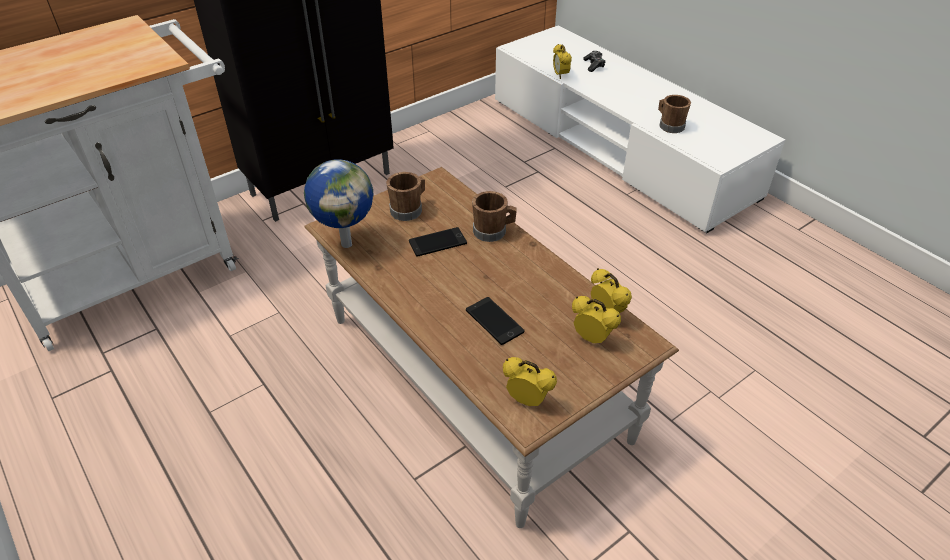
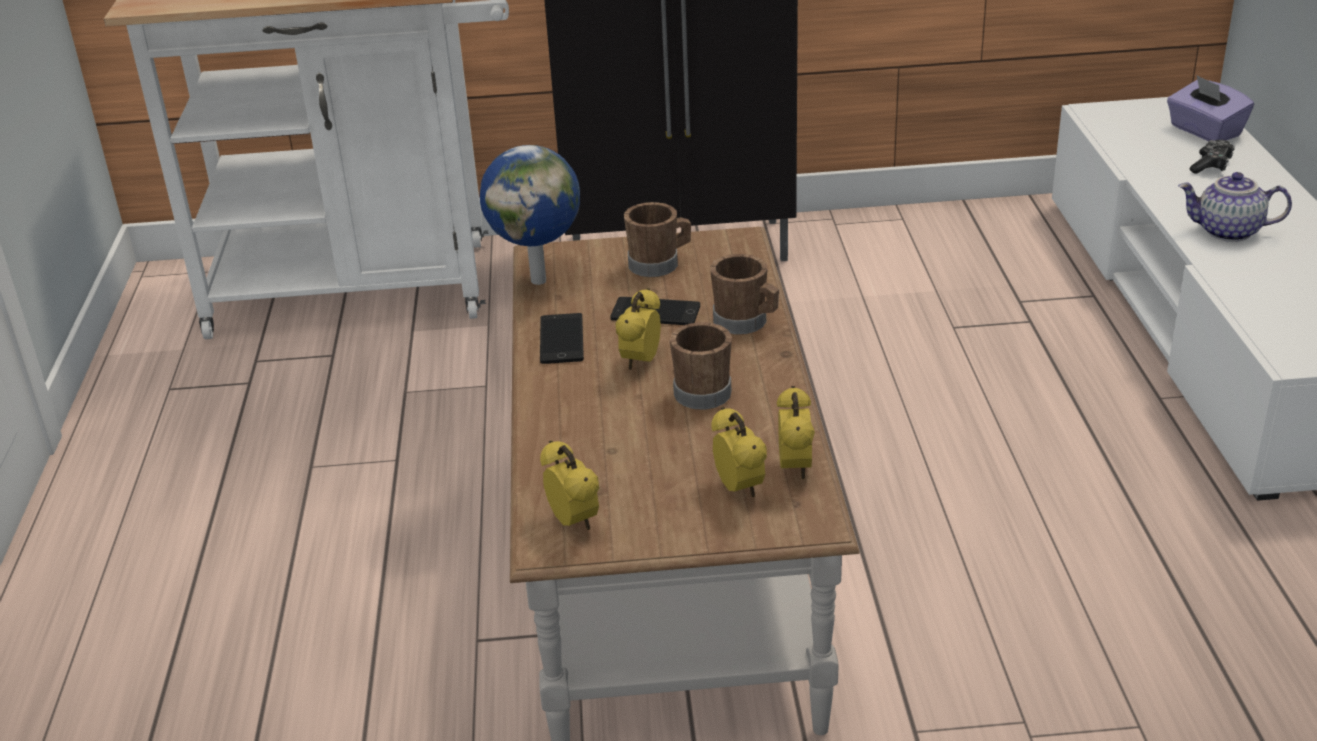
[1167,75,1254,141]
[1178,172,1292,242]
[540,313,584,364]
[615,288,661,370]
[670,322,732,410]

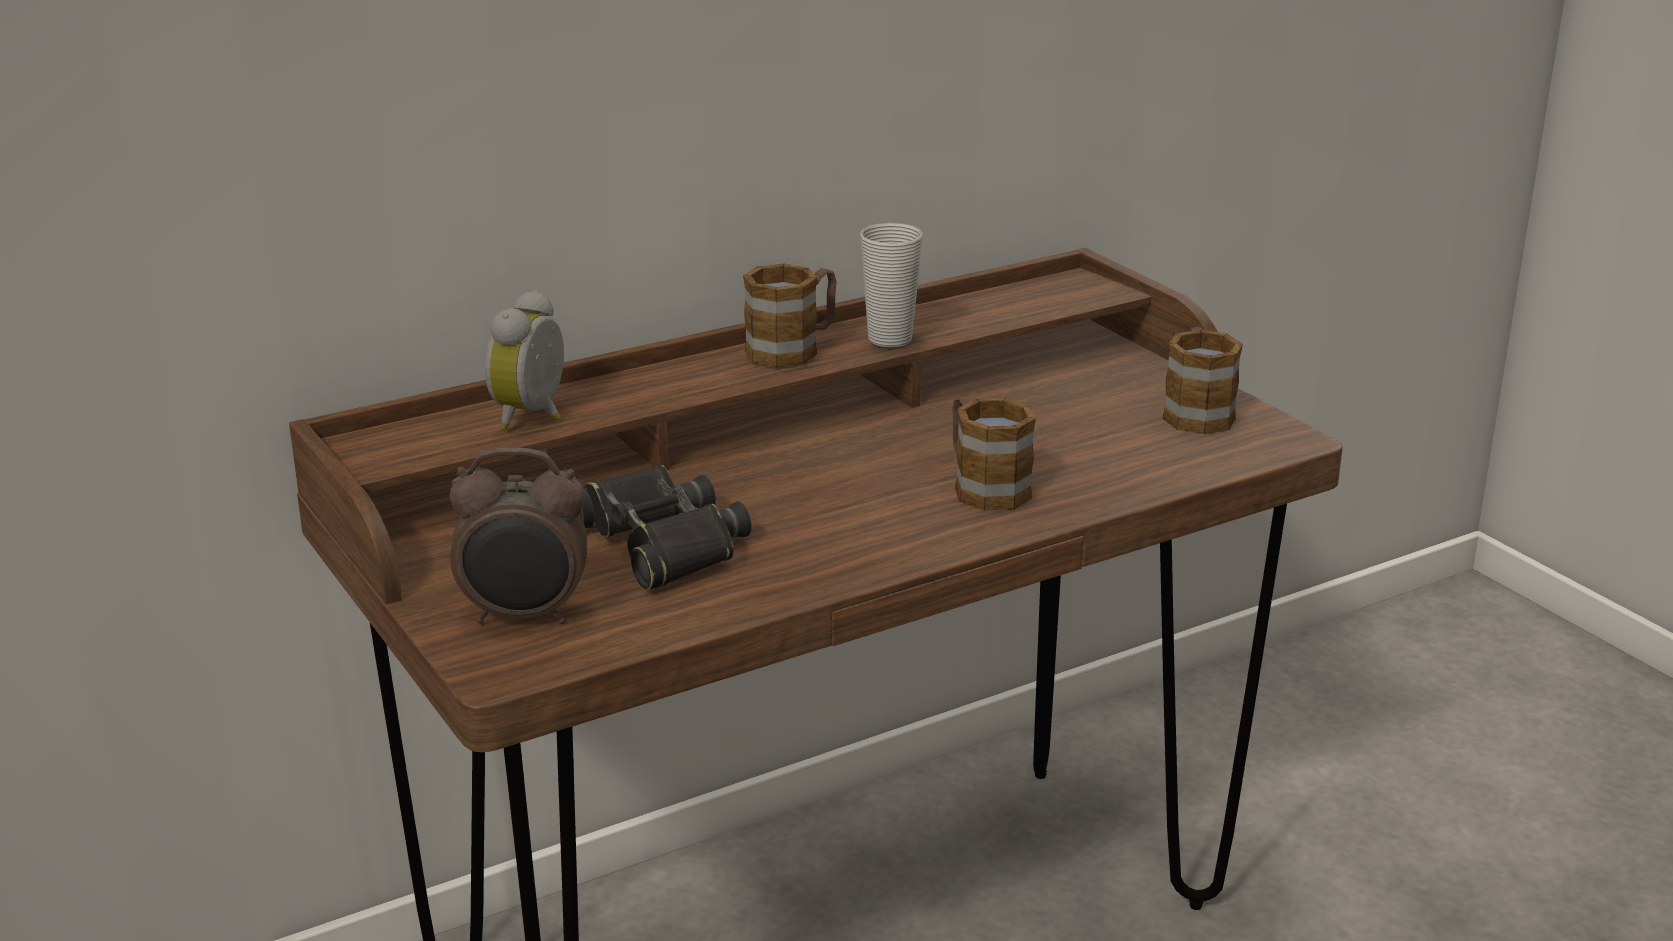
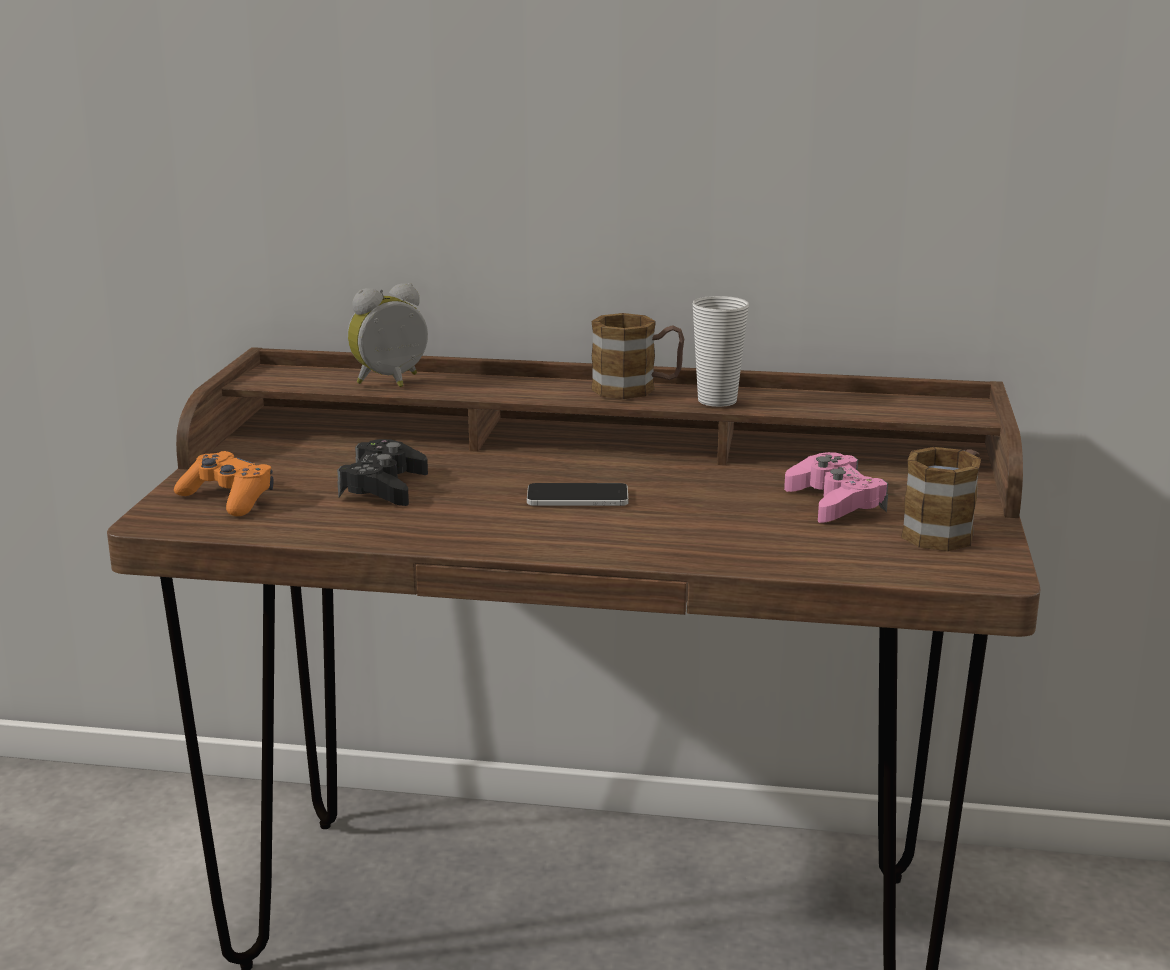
[952,396,1036,511] (first image)
[527,483,628,506]
[784,452,888,523]
[174,451,274,516]
[337,439,428,506]

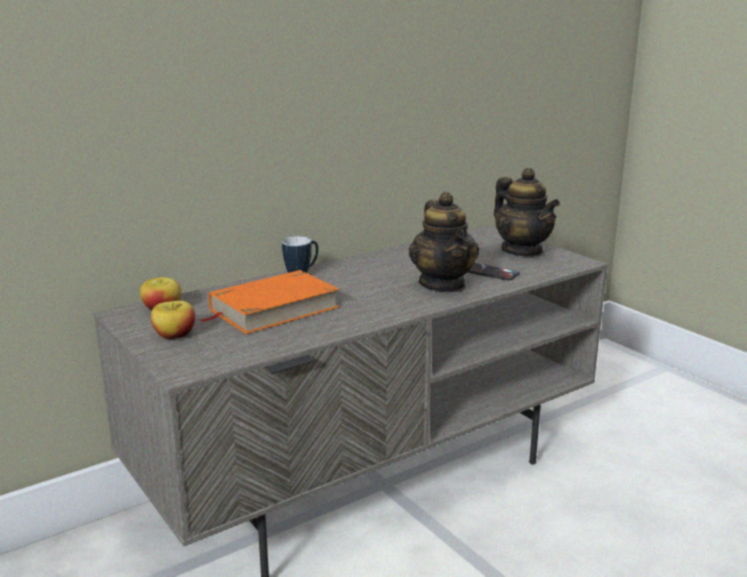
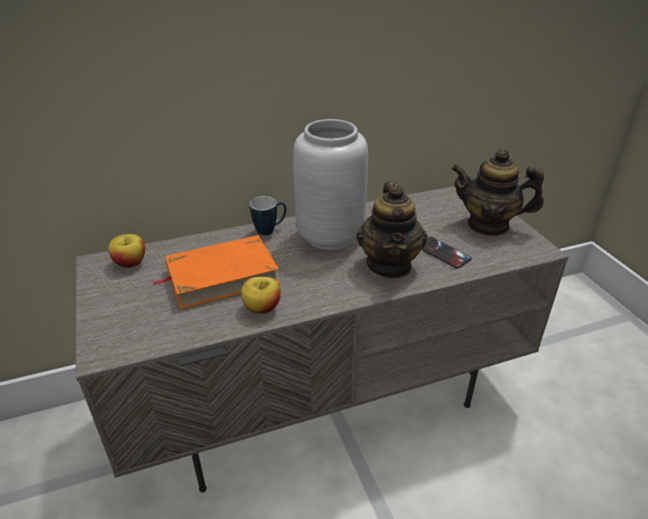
[293,119,368,250]
[241,276,281,313]
[451,149,544,236]

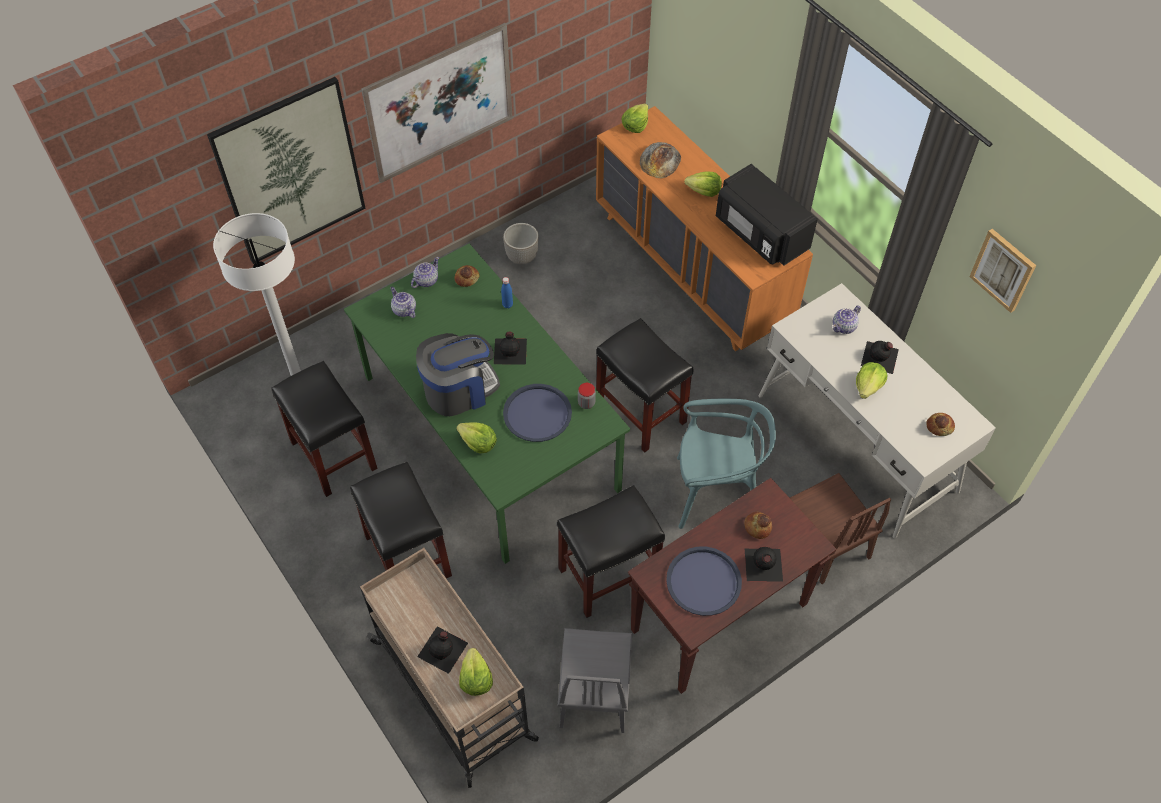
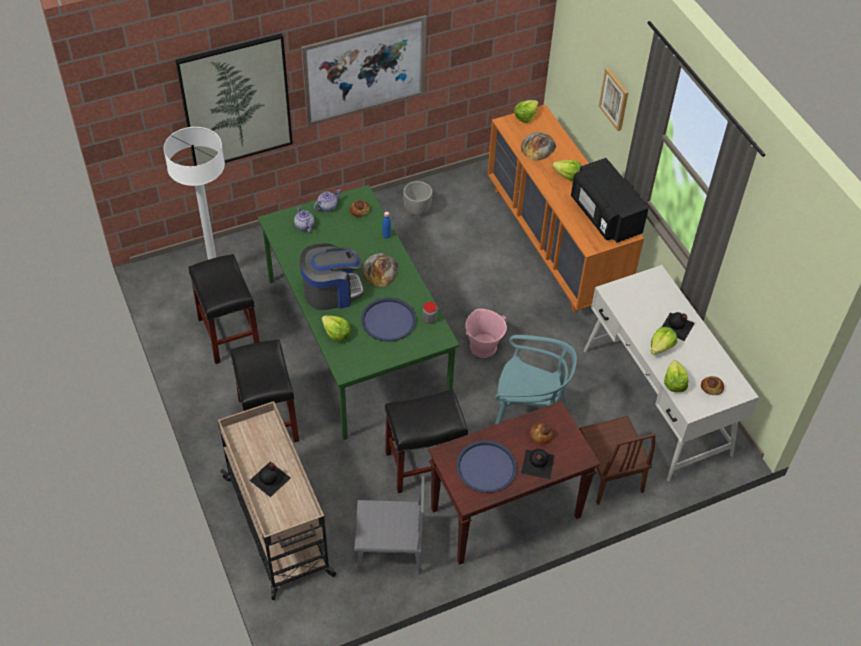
[833,306,861,334] (first image)
[664,360,689,392]
[599,68,629,131]
[362,253,398,287]
[465,309,507,358]
[354,476,425,575]

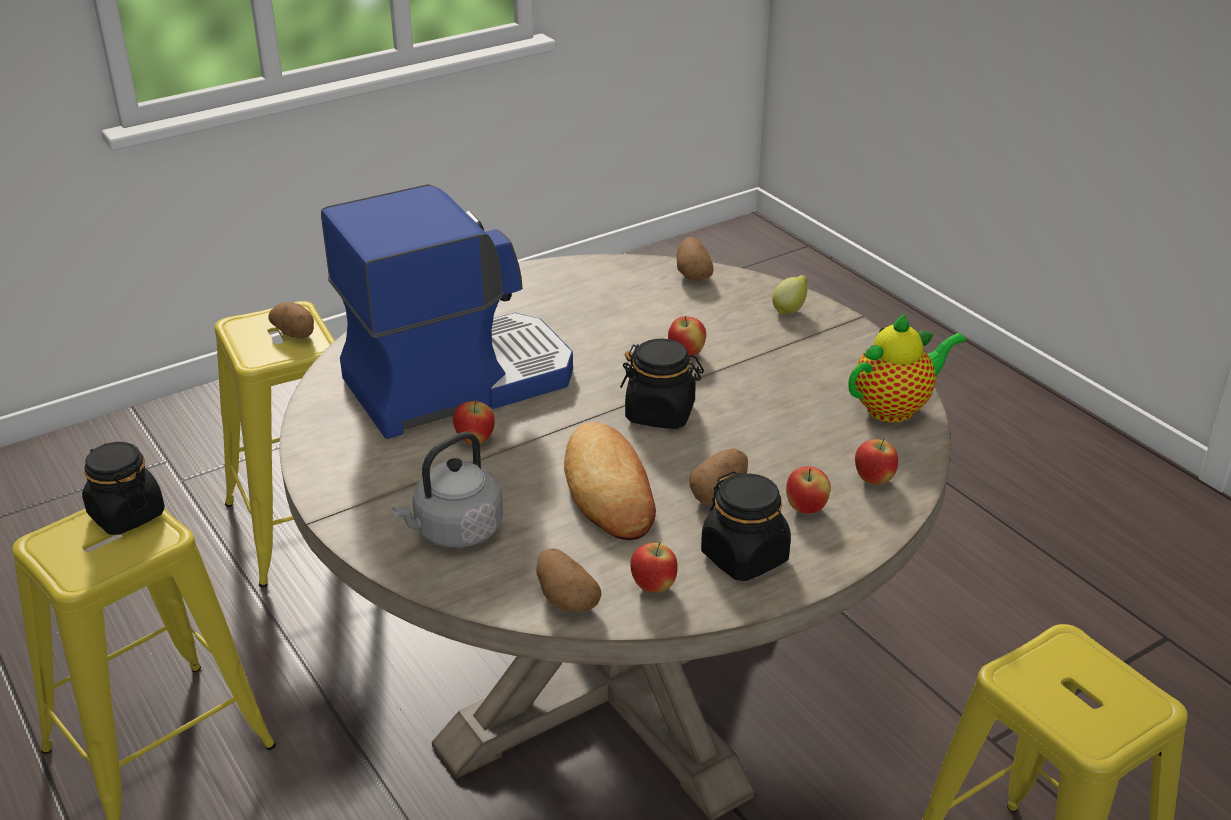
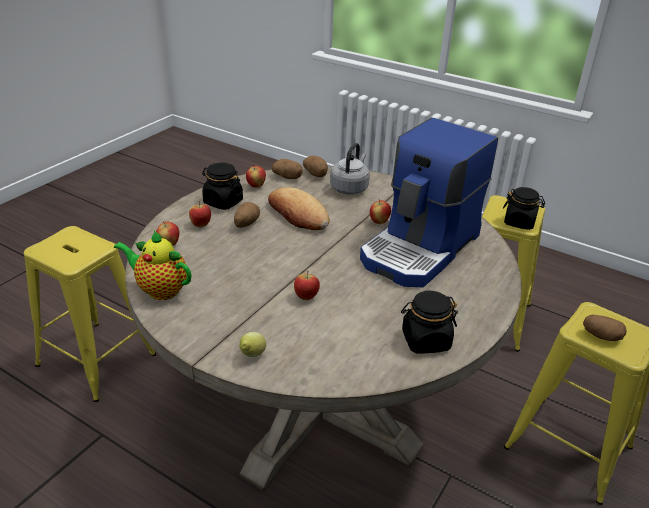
[401,290,458,354]
[303,156,328,177]
[114,231,191,300]

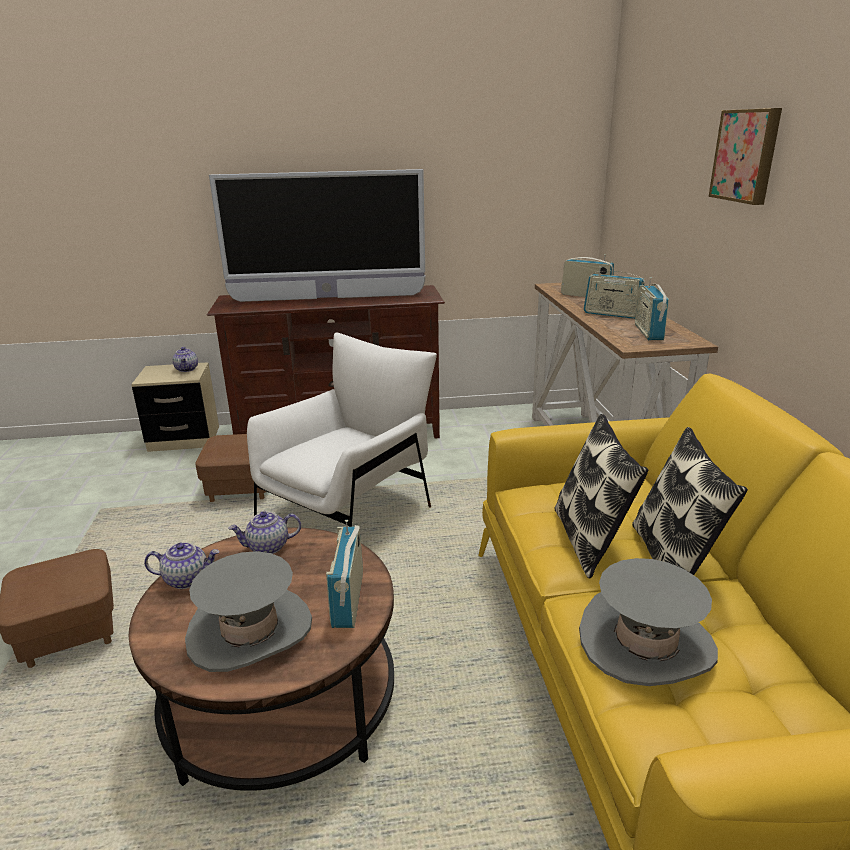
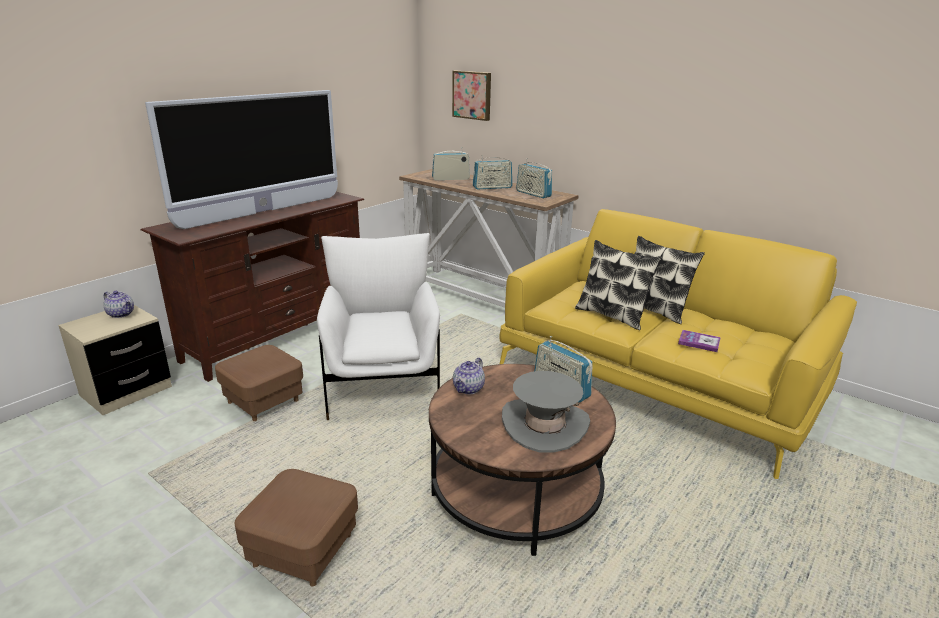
[144,542,220,589] (first image)
[452,71,491,121]
[678,330,721,352]

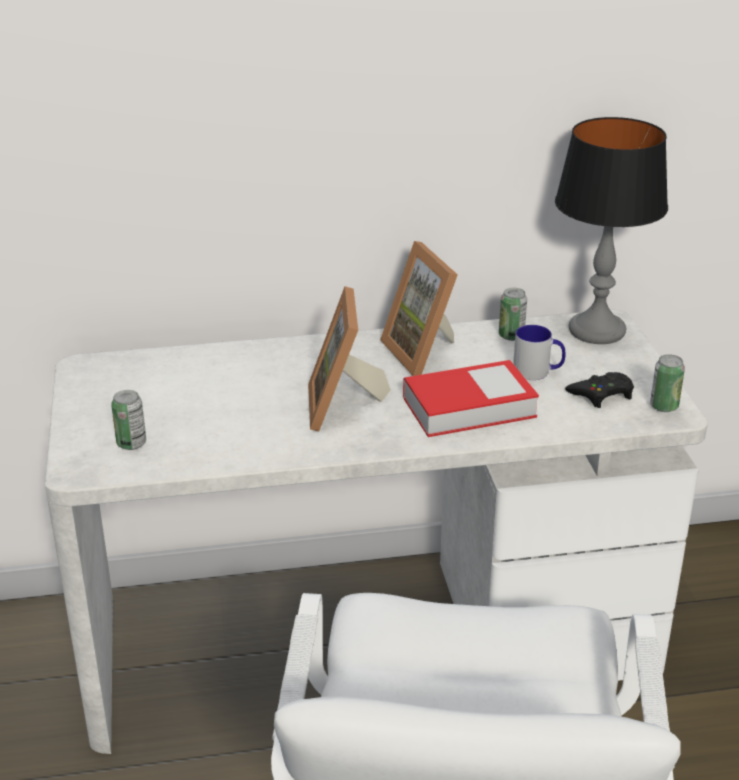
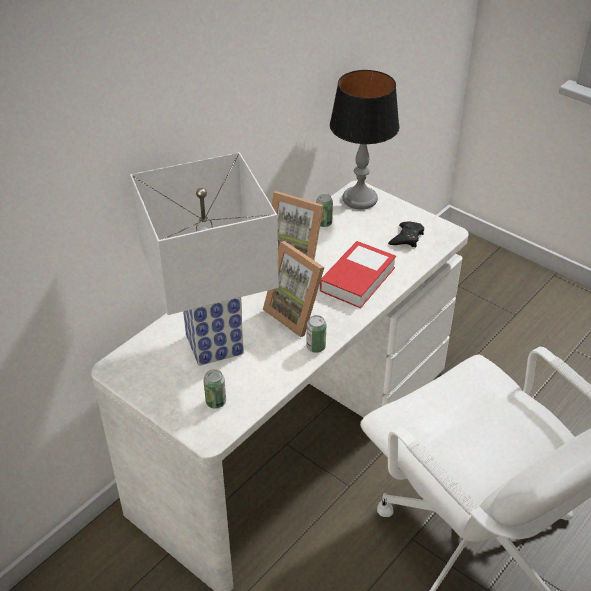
[513,325,565,380] (first image)
[130,152,279,366]
[306,315,326,353]

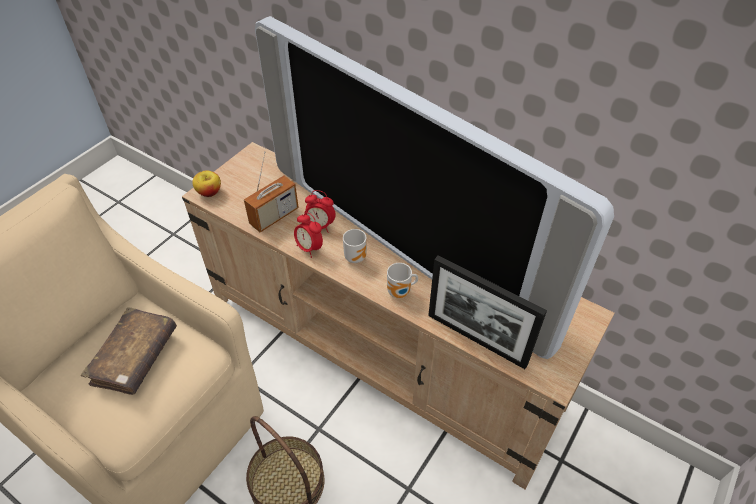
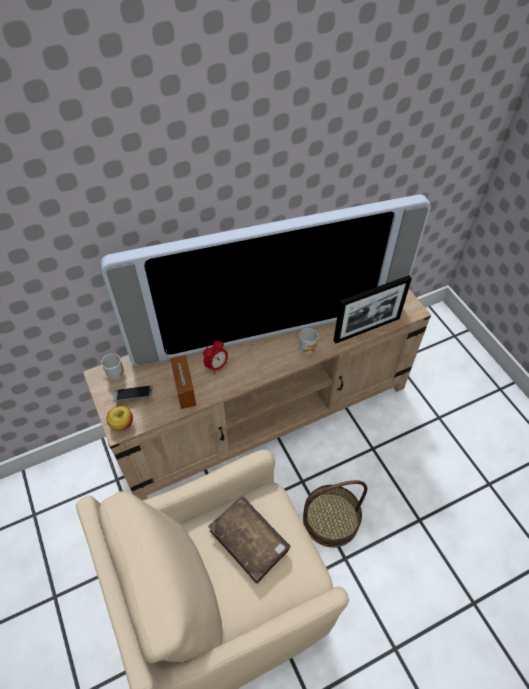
[294,212,323,258] (first image)
[113,385,153,402]
[101,354,124,380]

